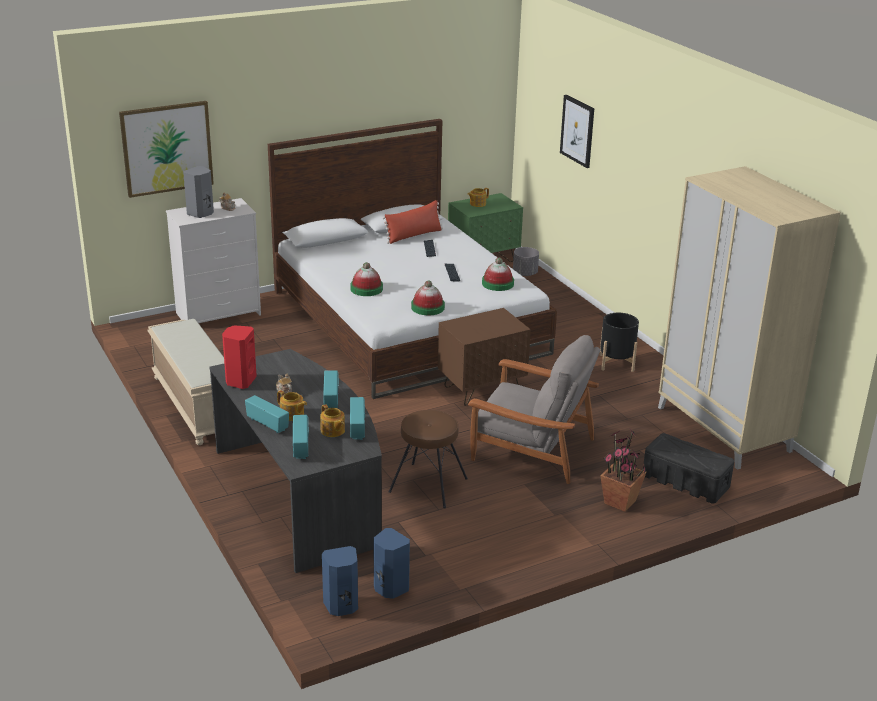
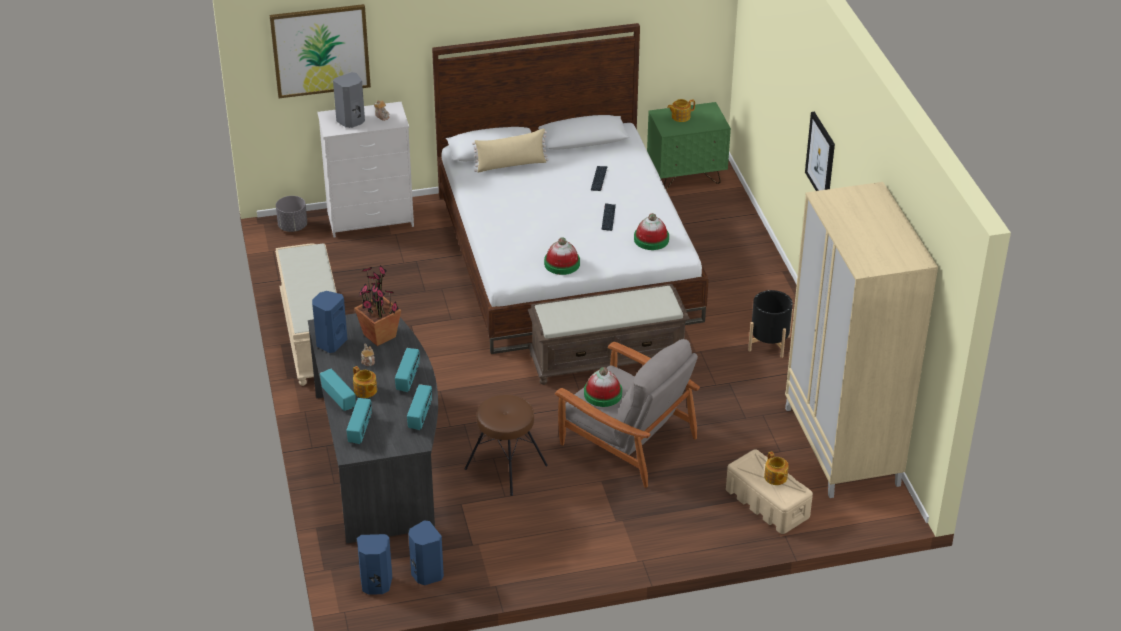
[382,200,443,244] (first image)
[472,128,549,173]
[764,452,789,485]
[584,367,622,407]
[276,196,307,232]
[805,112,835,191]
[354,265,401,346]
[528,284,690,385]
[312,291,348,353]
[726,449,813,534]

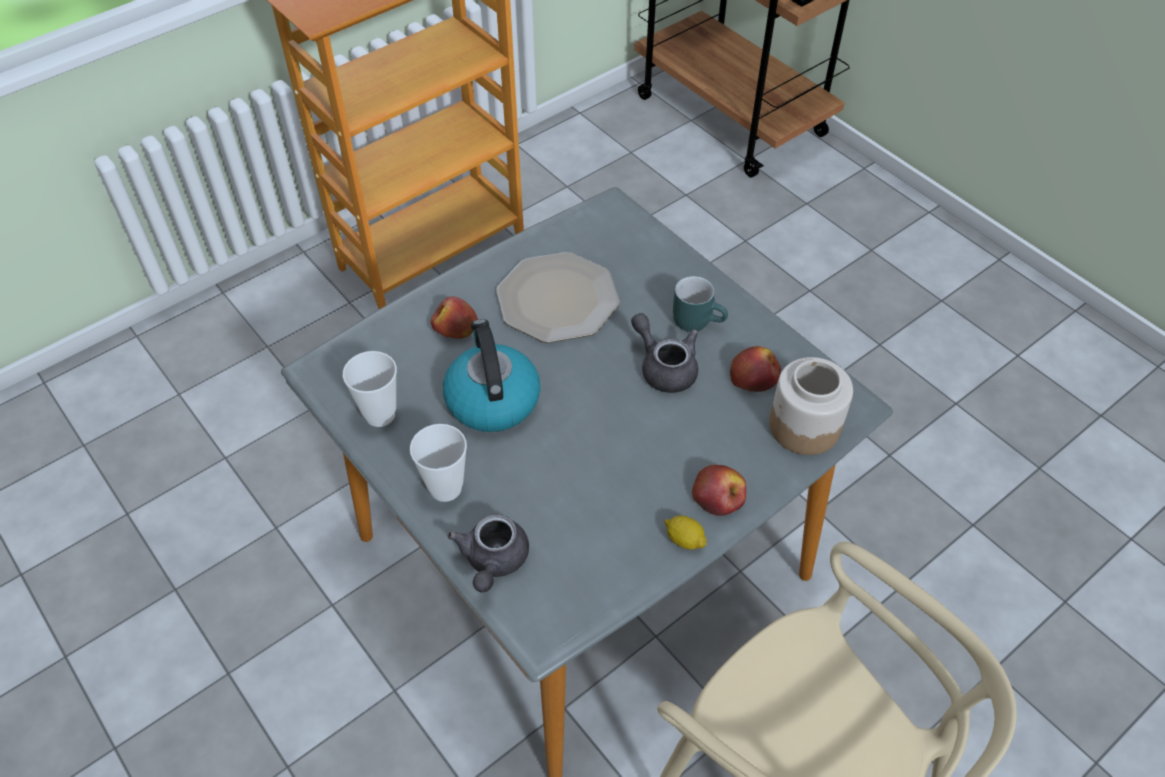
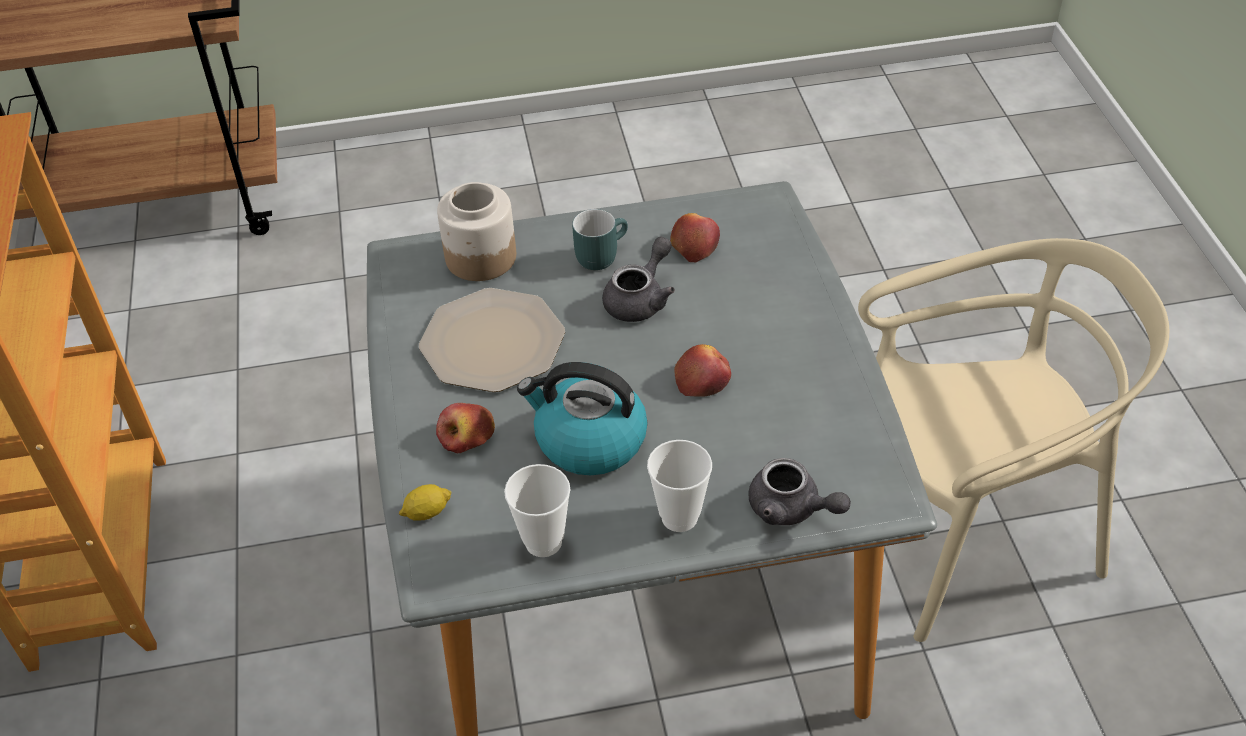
[399,484,452,521]
[674,344,731,397]
[437,182,516,281]
[602,236,675,322]

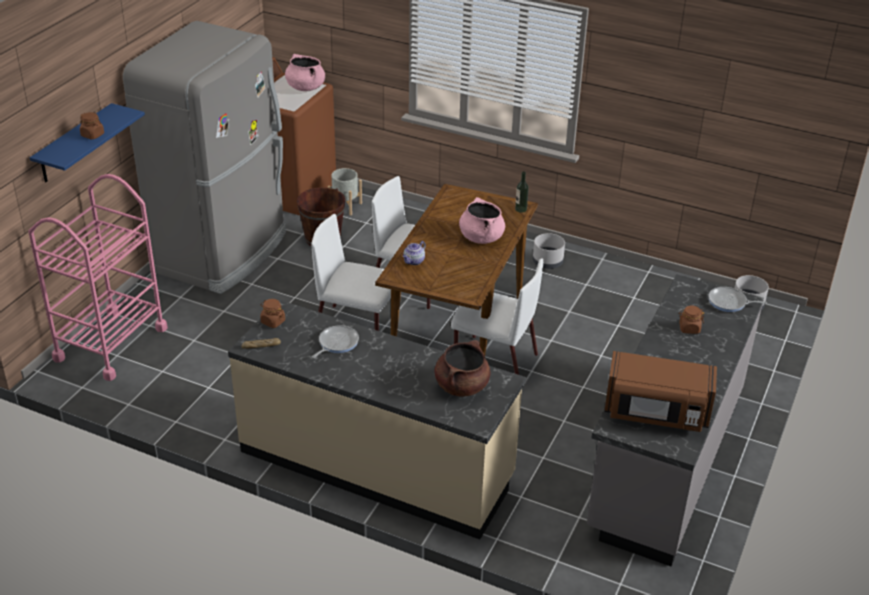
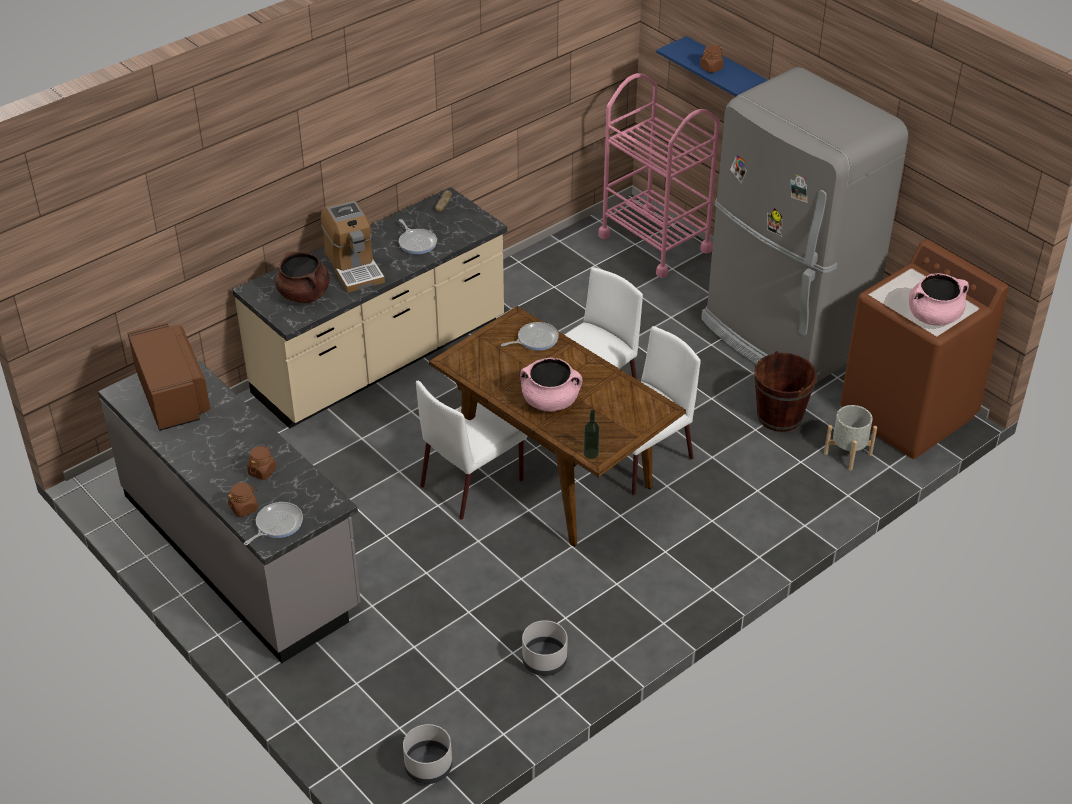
[321,200,385,293]
[227,482,258,517]
[522,620,568,676]
[501,322,559,351]
[127,322,210,431]

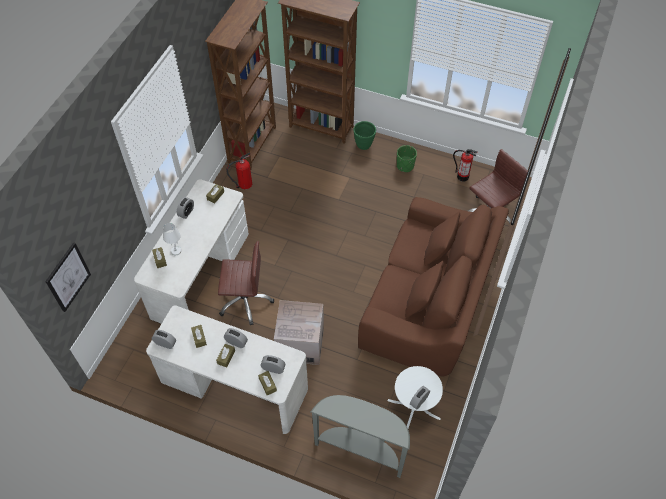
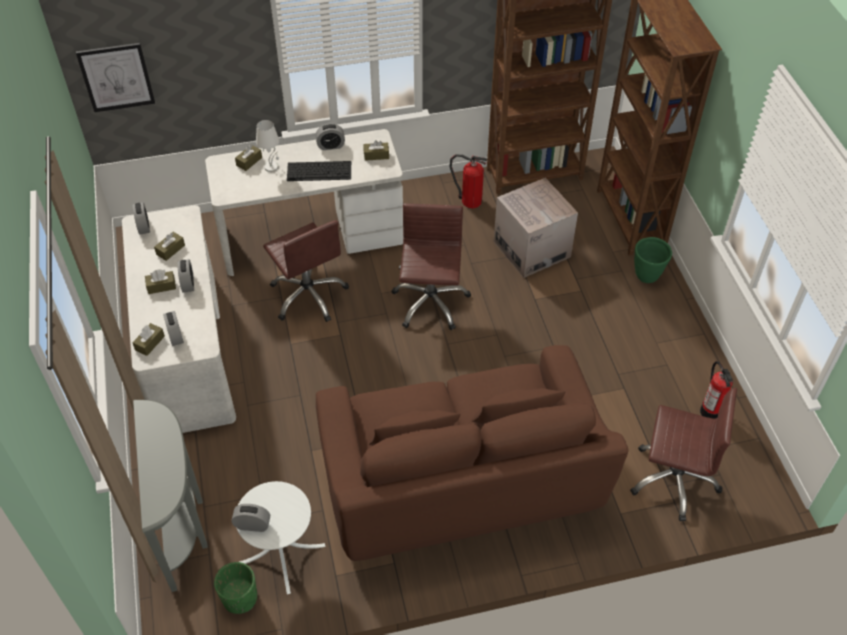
[287,161,351,181]
[392,203,471,330]
[494,178,578,278]
[214,562,257,614]

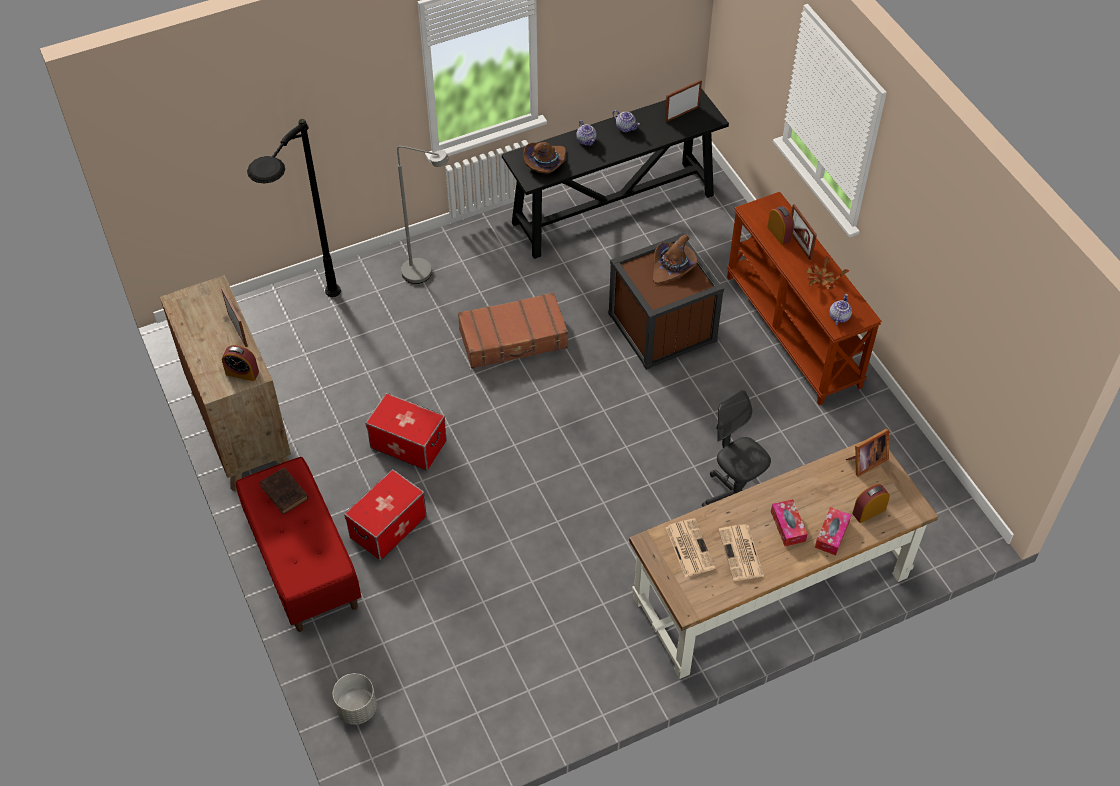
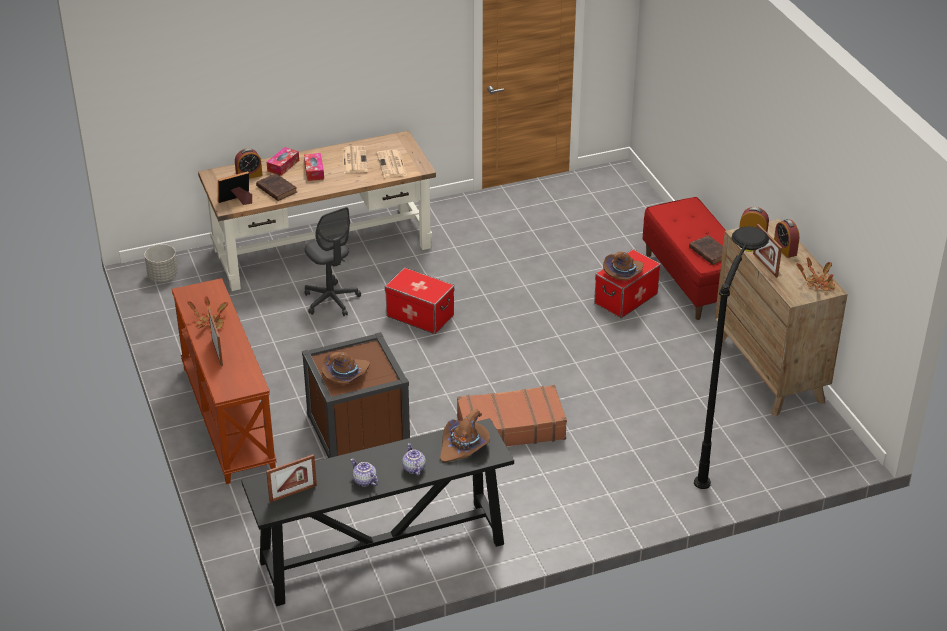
[397,146,449,284] (first image)
[829,294,852,325] (first image)
[256,173,297,201]
[603,252,644,281]
[796,257,835,291]
[144,244,178,282]
[385,268,454,334]
[774,219,799,258]

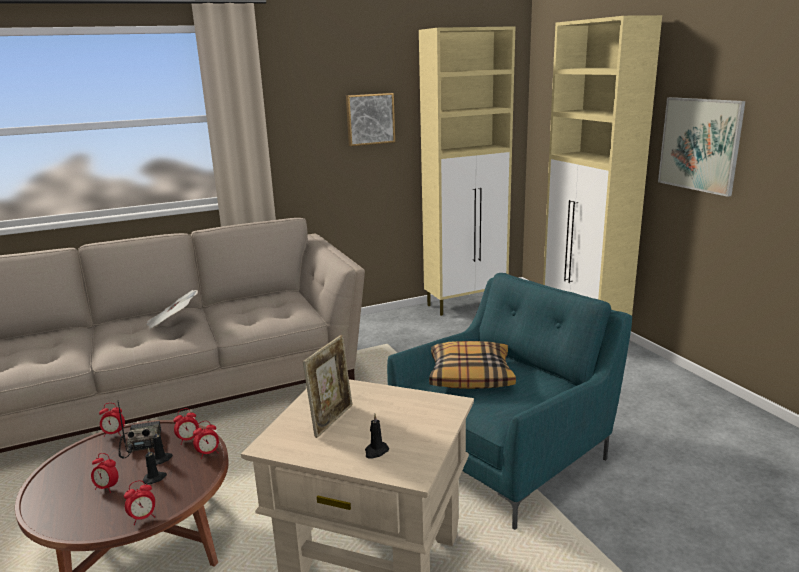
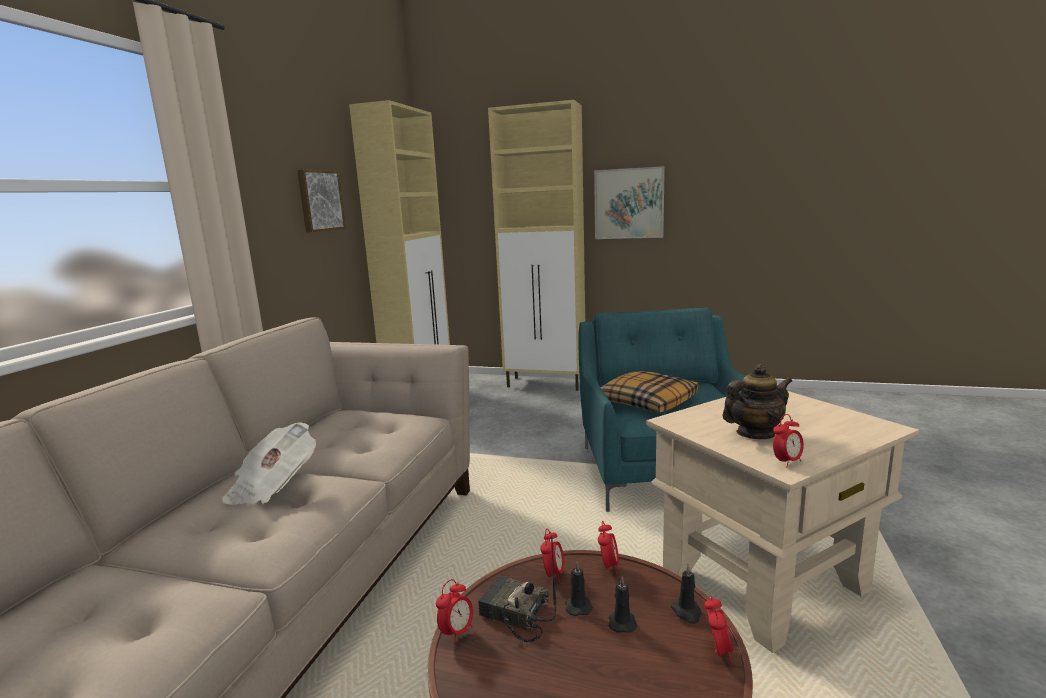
[773,414,804,468]
[671,564,702,624]
[722,364,792,439]

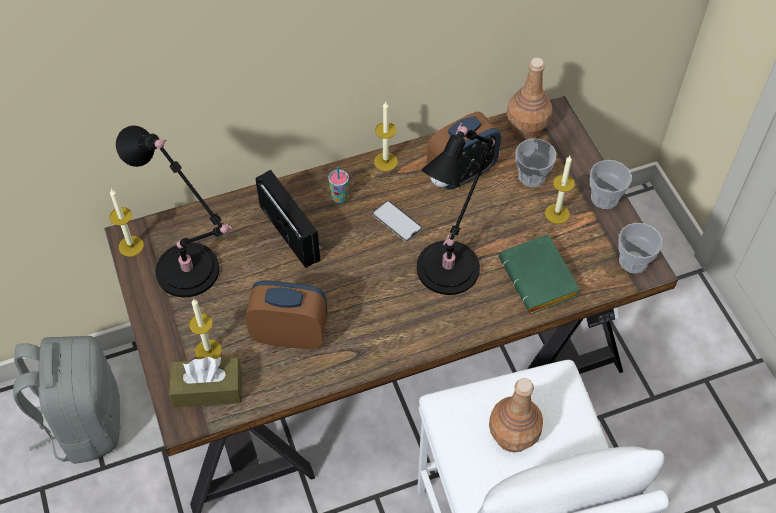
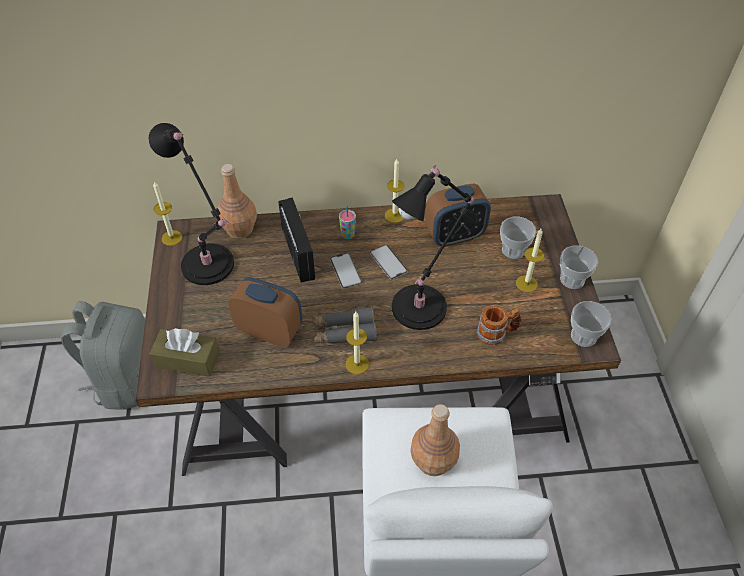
[312,307,377,343]
[330,253,362,289]
[346,312,369,374]
[217,164,257,239]
[477,305,521,345]

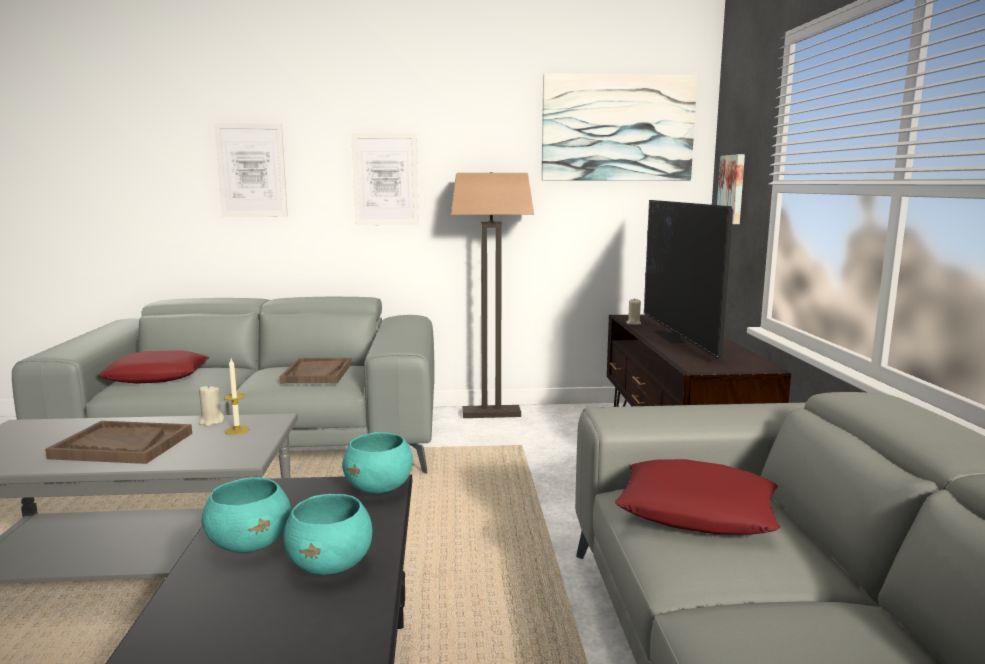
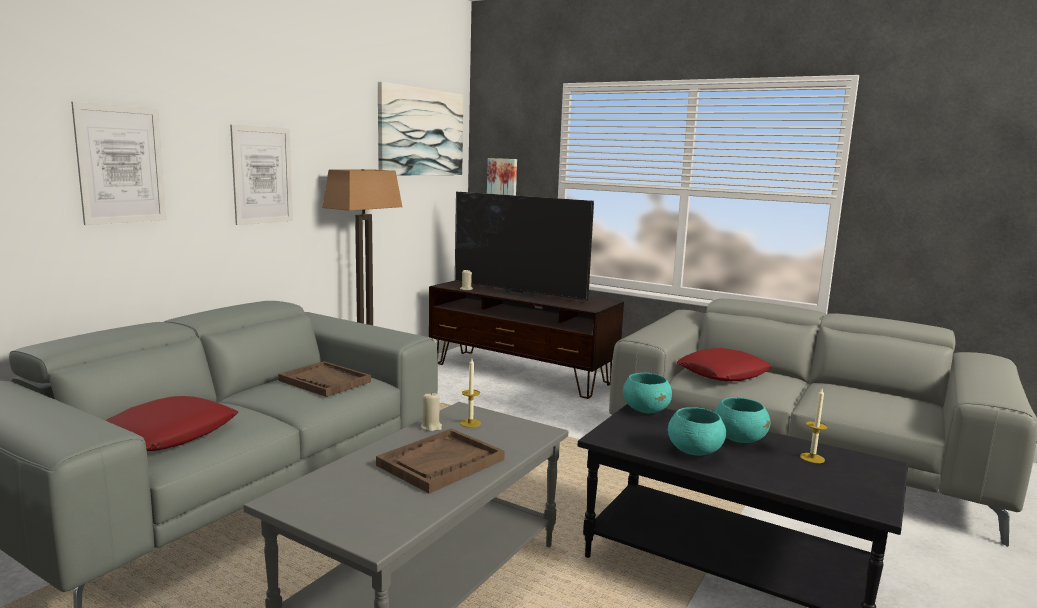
[800,389,828,463]

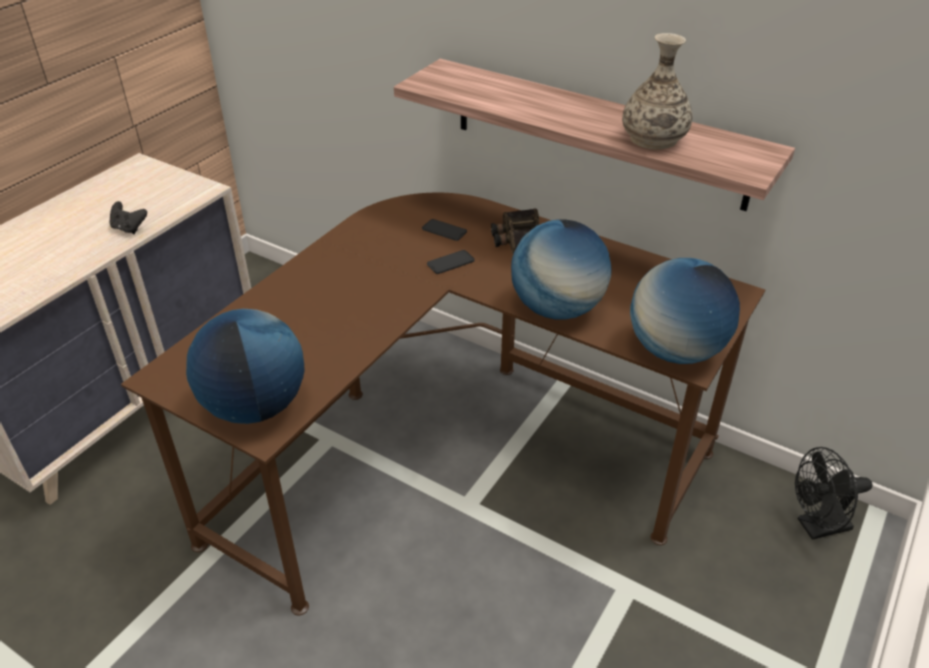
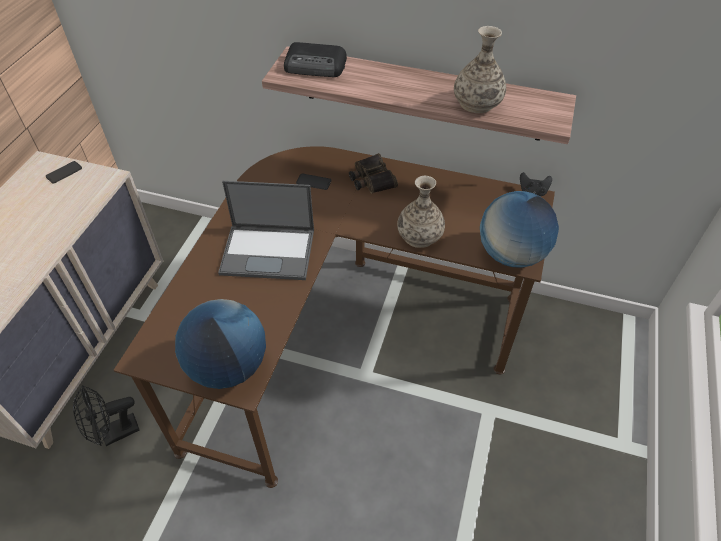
[218,181,314,280]
[284,42,347,77]
[520,172,552,196]
[46,161,82,184]
[73,385,140,446]
[397,176,445,248]

